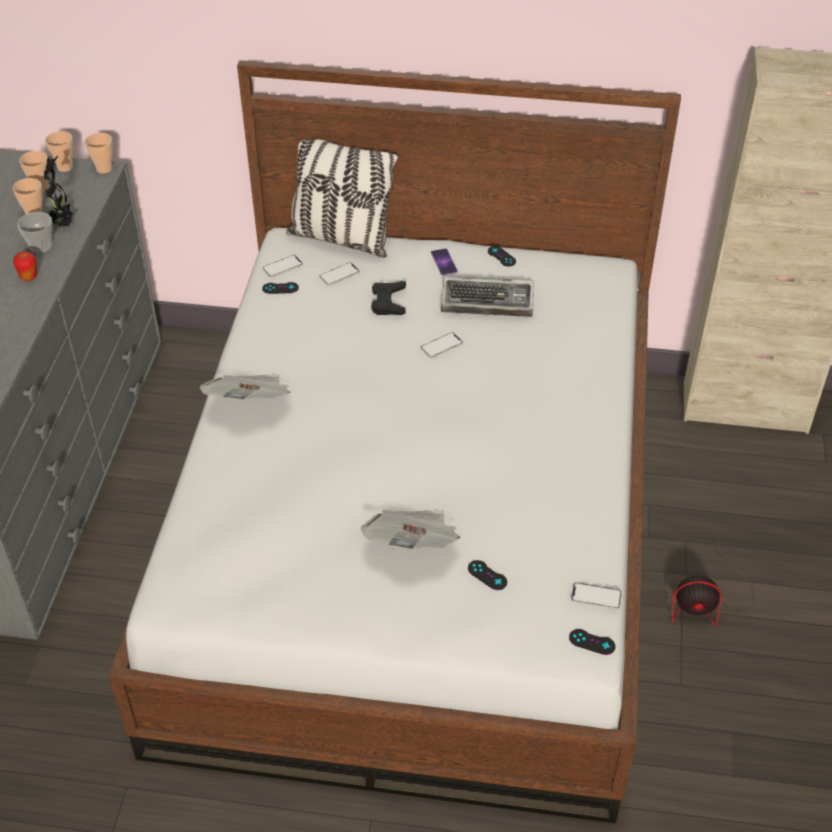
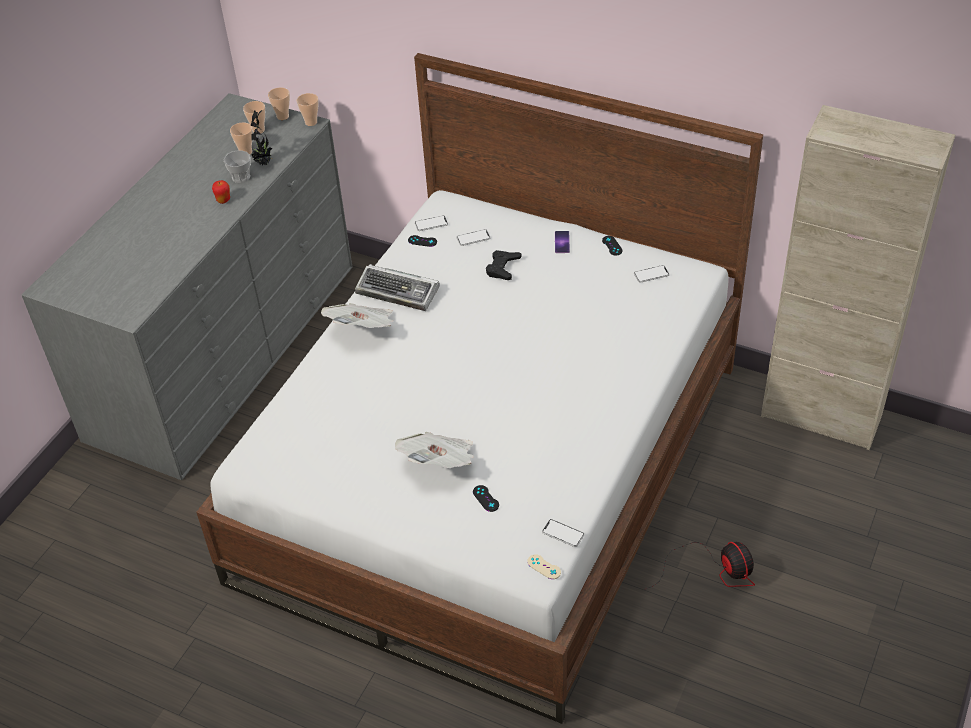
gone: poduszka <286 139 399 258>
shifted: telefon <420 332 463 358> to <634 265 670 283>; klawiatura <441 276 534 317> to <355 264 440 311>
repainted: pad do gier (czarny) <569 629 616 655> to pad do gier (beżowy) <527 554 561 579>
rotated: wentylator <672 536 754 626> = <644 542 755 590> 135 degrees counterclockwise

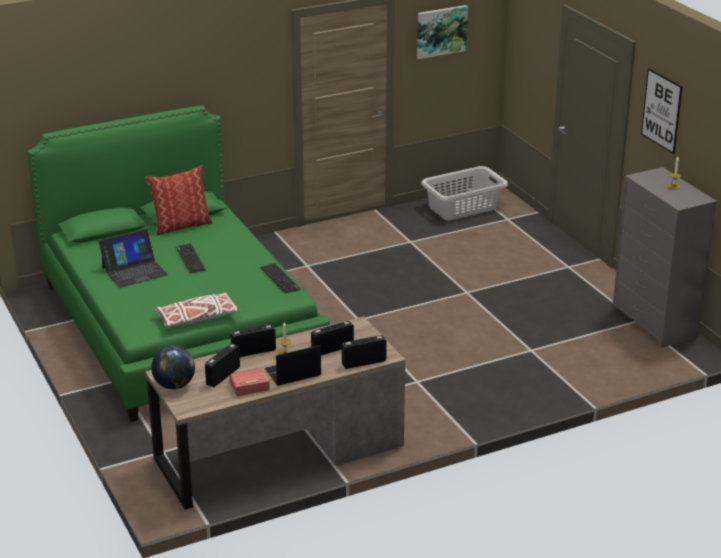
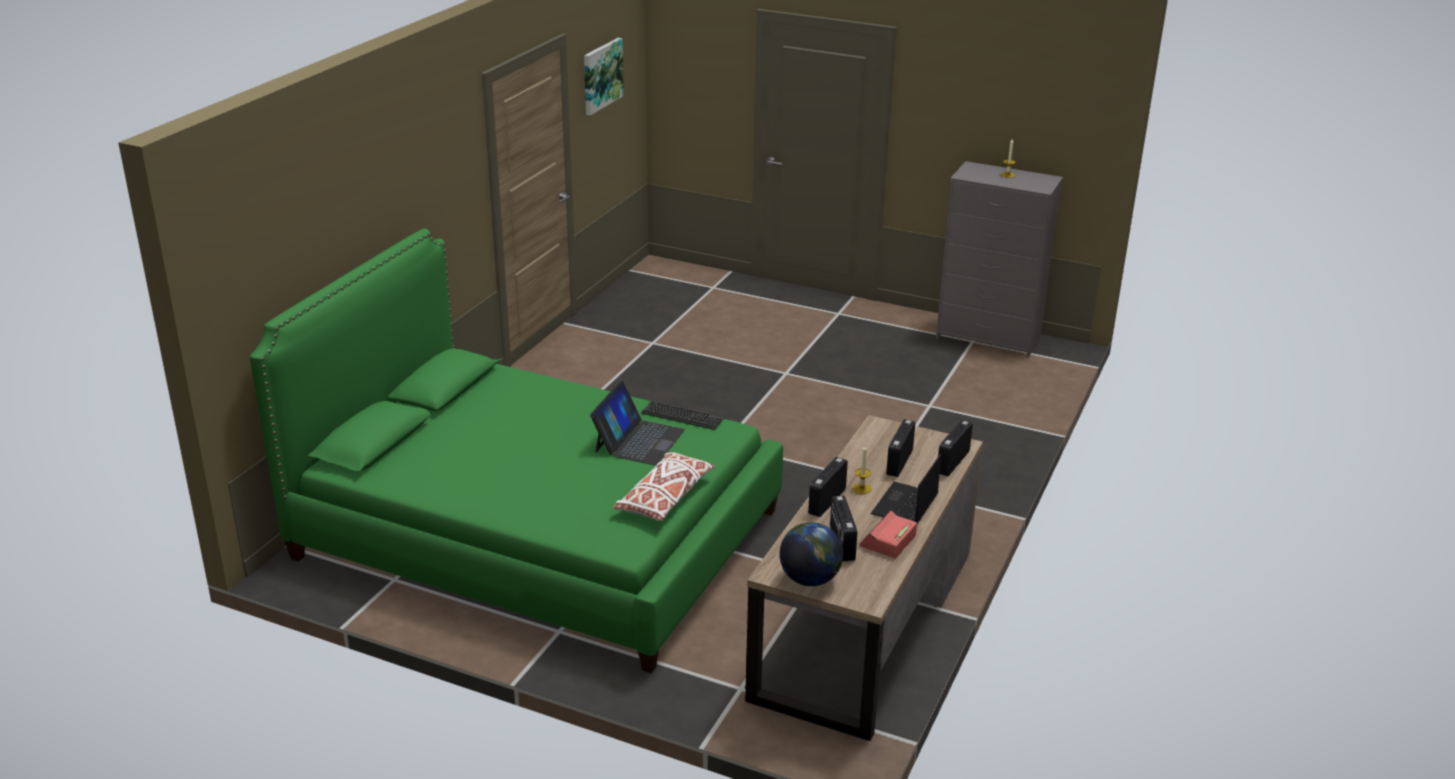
gone: poduszka <145 165 212 236>; klawiatura <176 244 206 273>; kosz na pranie (szary) <421 166 508 220>; obraz <641 68 682 154>
shifted: laptop <99 229 168 288> to <590 380 685 466>

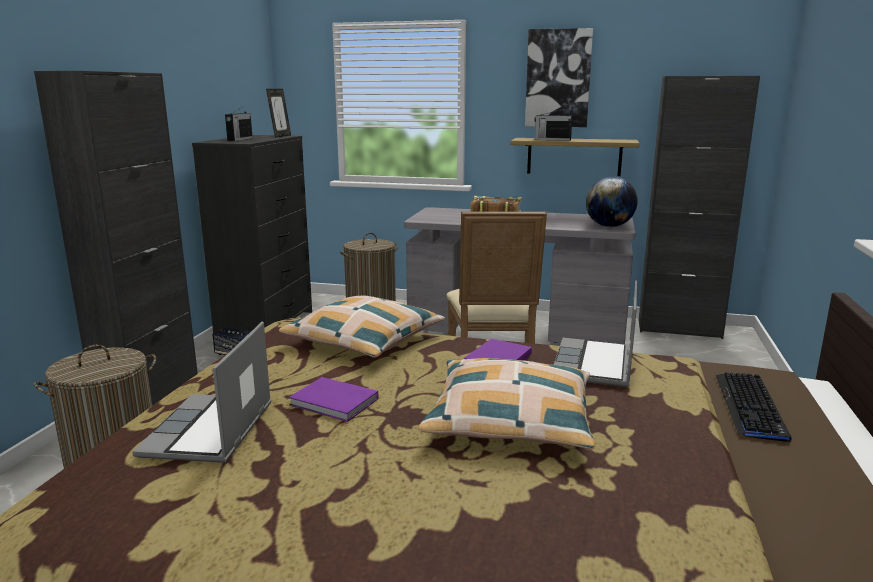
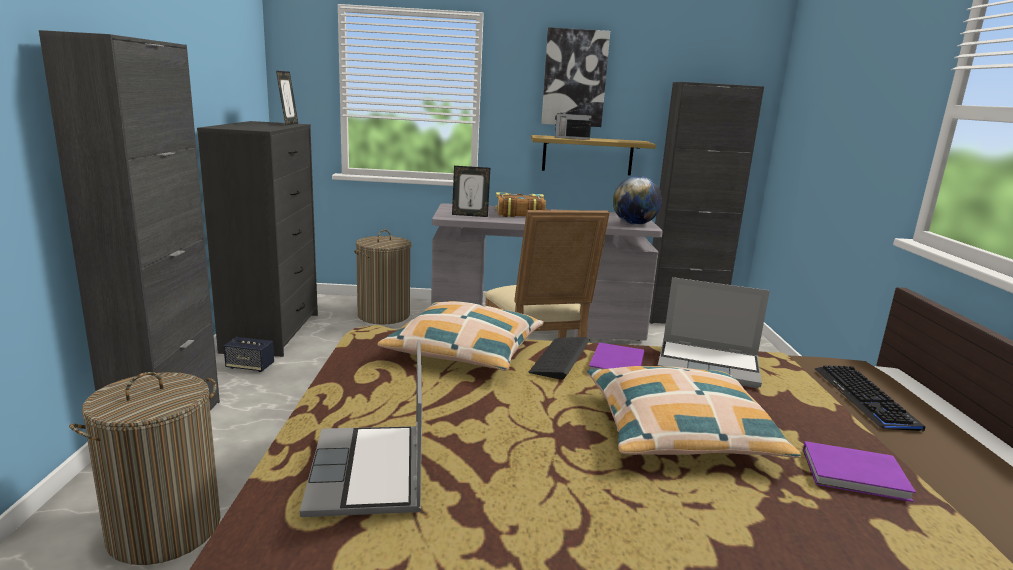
gone: radio <225 107 253 141>
new: ramka na zdjęcie <452 166 490 217>; klawiatura <529 337 590 380>
shifted: książka (fioletowy) <289 377 378 422> to <803 441 916 502>
rotated: laptop <554 280 638 387> = <658 277 770 388> 75 degrees counterclockwise

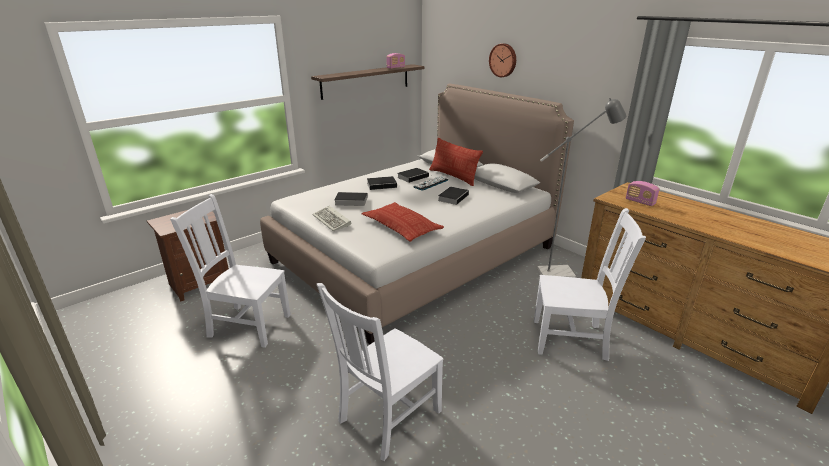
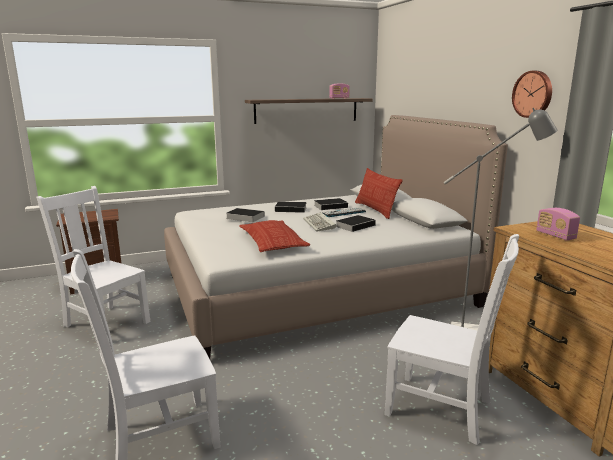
shifted: klawiatura <312 206 351 231> to <303 212 336 232>; zegar ścienny <489 44 516 77> to <512 71 552 118>

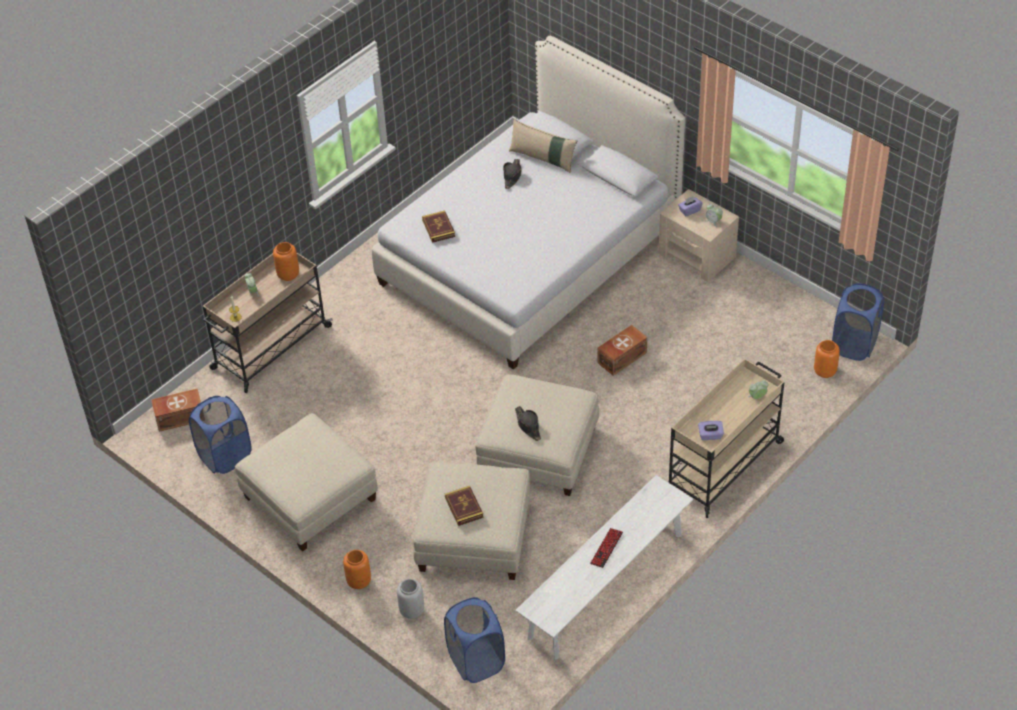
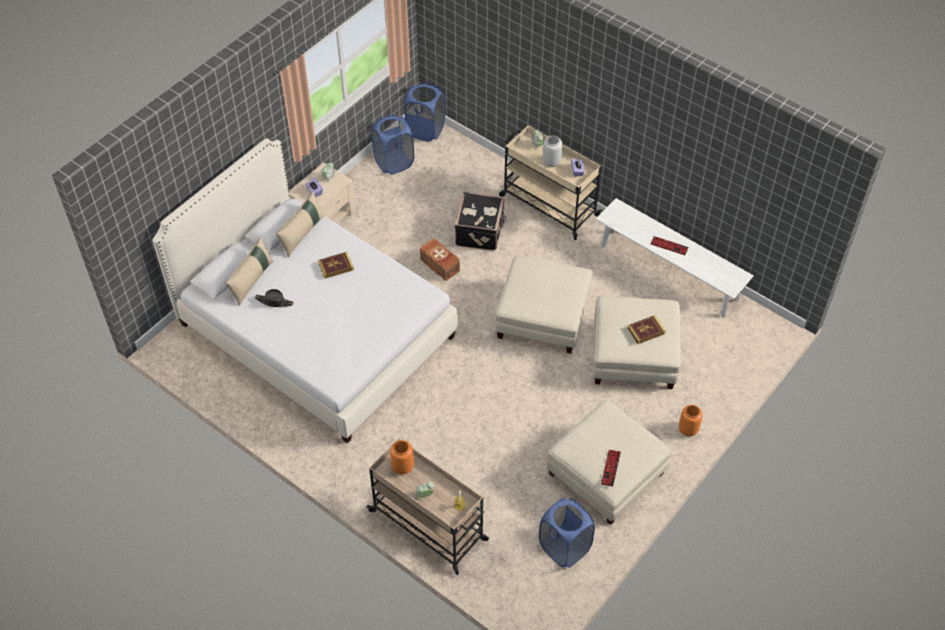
gone: pojemnik do przechowywania (brązowy) <151 388 201 432>; kapelusz (czarny) <515 406 541 441>; wazon (pomarańczowy) <814 340 840 378>
new: poduszka (beżowy) <276 192 324 257>; walizka (czarny) <455 192 506 251>; klawiatura <601 450 621 487>
shifted: wazon (szary) <397 579 424 619> to <542 136 562 167>; książka <422 211 455 243> to <318 252 354 279>; kosz na pranie (niebieski) <444 597 505 683> to <371 115 414 175>

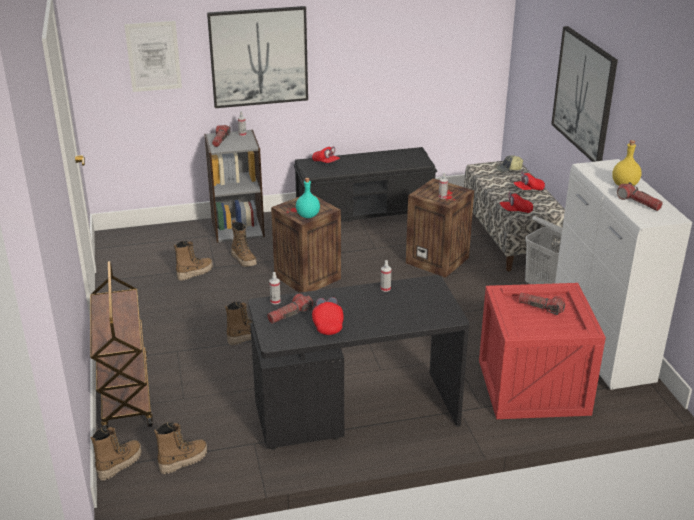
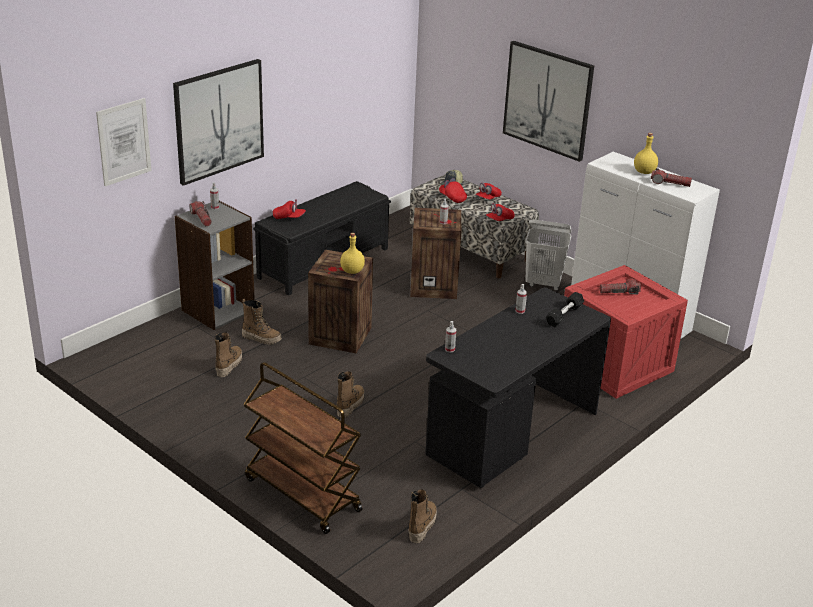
gone: but z cholewką <90 427 142 480>; latarka <267 293 313 324>
new: hantel (czarny) <546 292 584 327>
shifted: czapka z daszkiem (czerwony) <312 297 344 335> to <439 178 467 203>
repainted: butelka (turkusowy) <296 178 320 218> to butelka (żółty) <340 233 365 274>

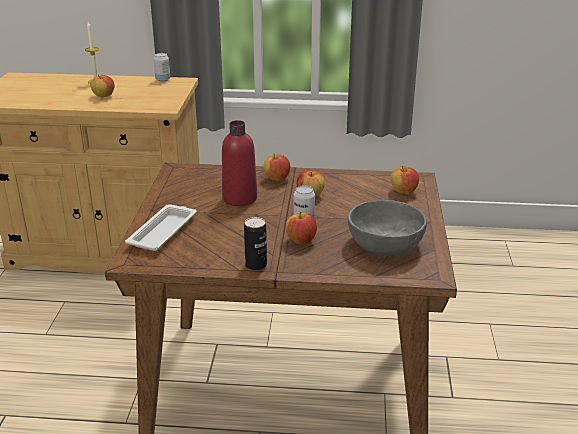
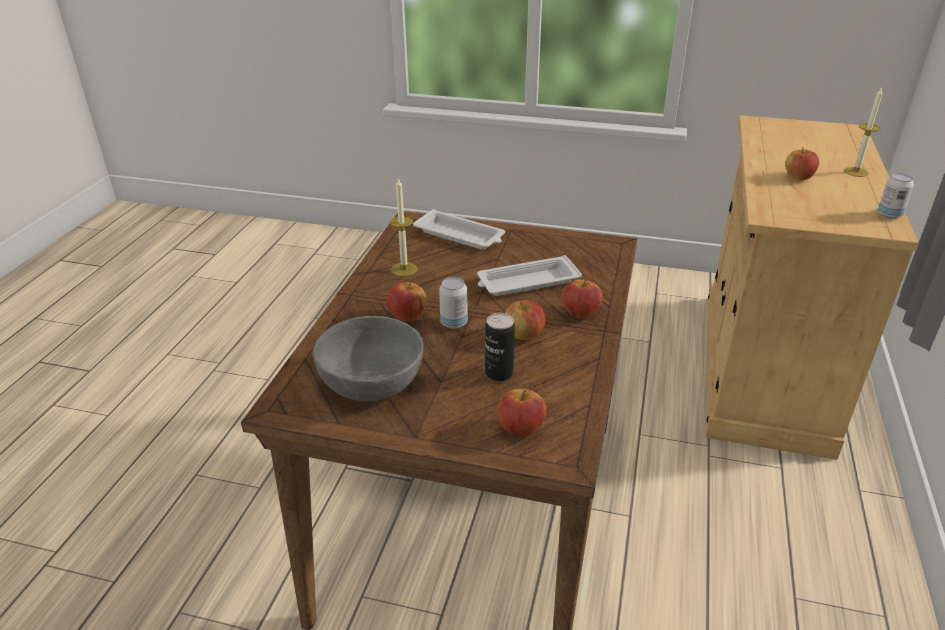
new: świeca <390 177 418 276>
shifted: puszka <244 217 267 271> to <485 313 515 381>
swapped: butelka (czerwony) <222 120 257 206> to taca (biały) <477 255 582 296>

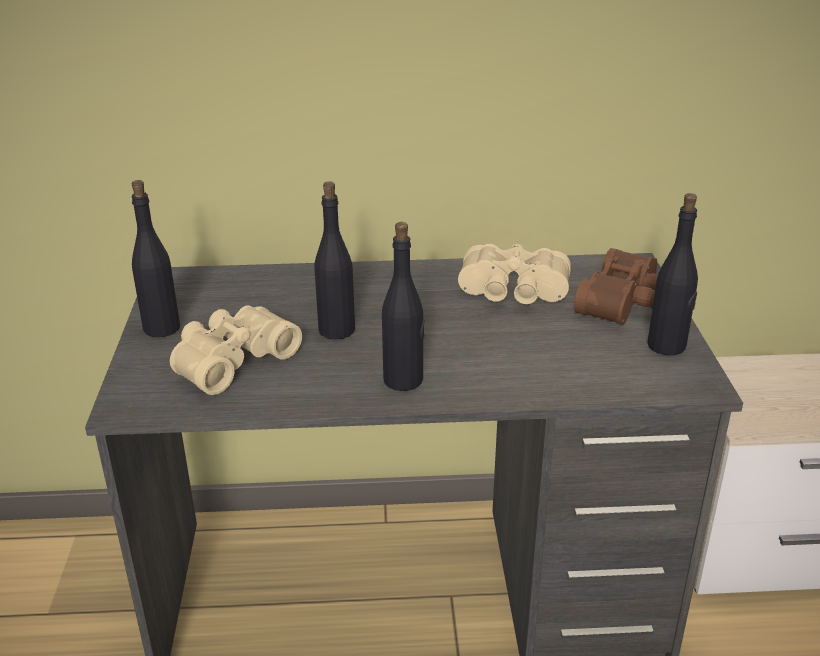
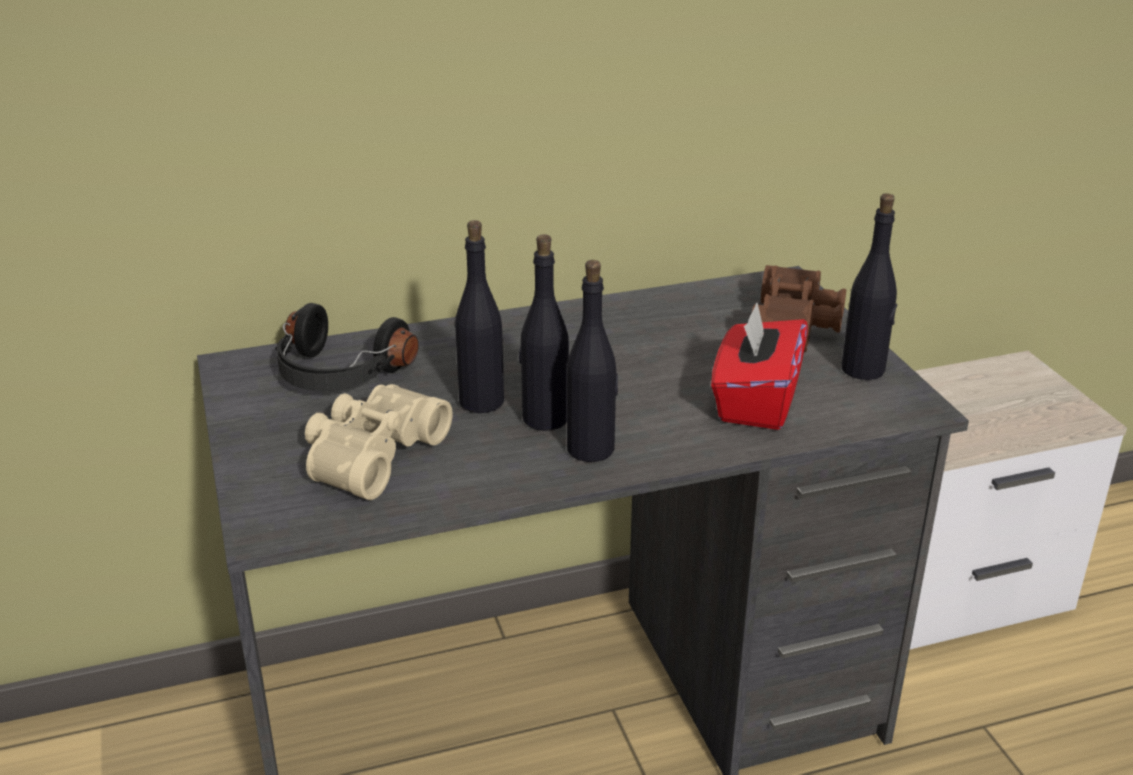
gone: lornetka (beżowy) <458 244 571 304>
new: słuchawki (czarny) <275 303 419 391>; pudełko chusteczek (czerwony) <711 302 808 430>
shifted: butelka (czarny) <132 180 180 337> to <519 234 569 431>

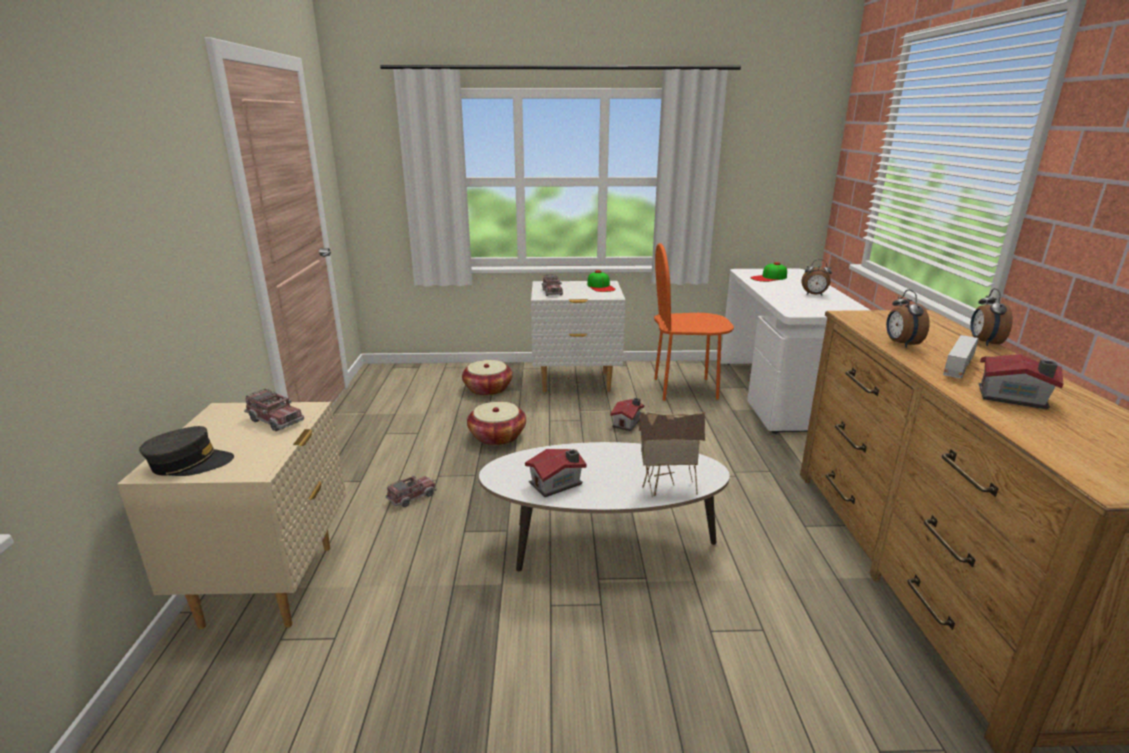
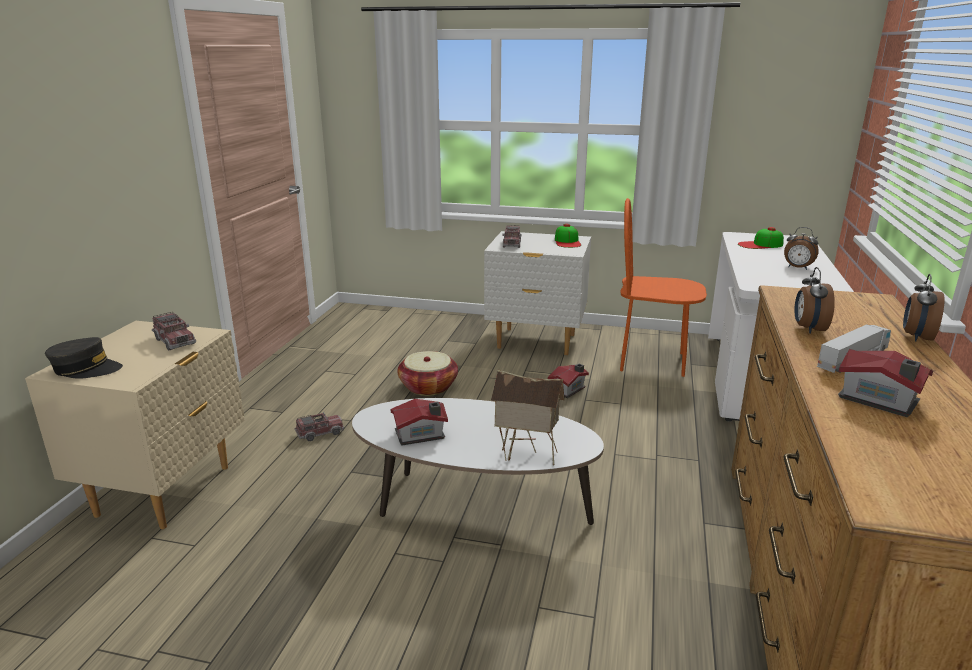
gone: koszyk <462 360 513 396>

